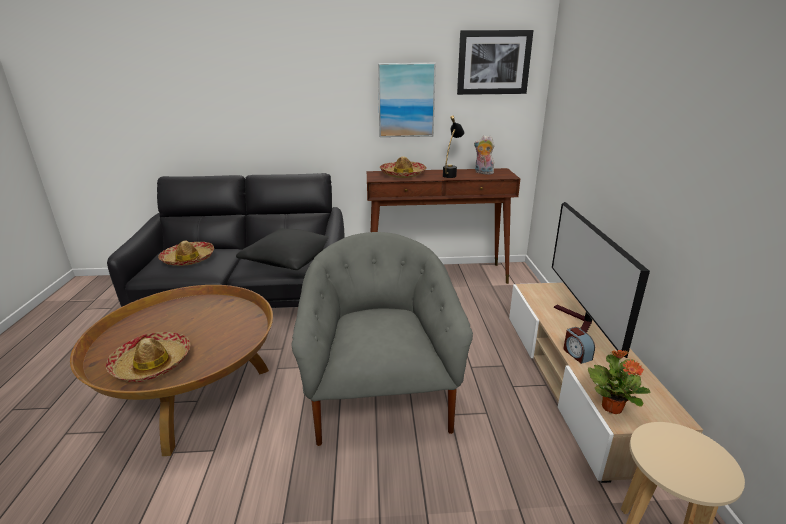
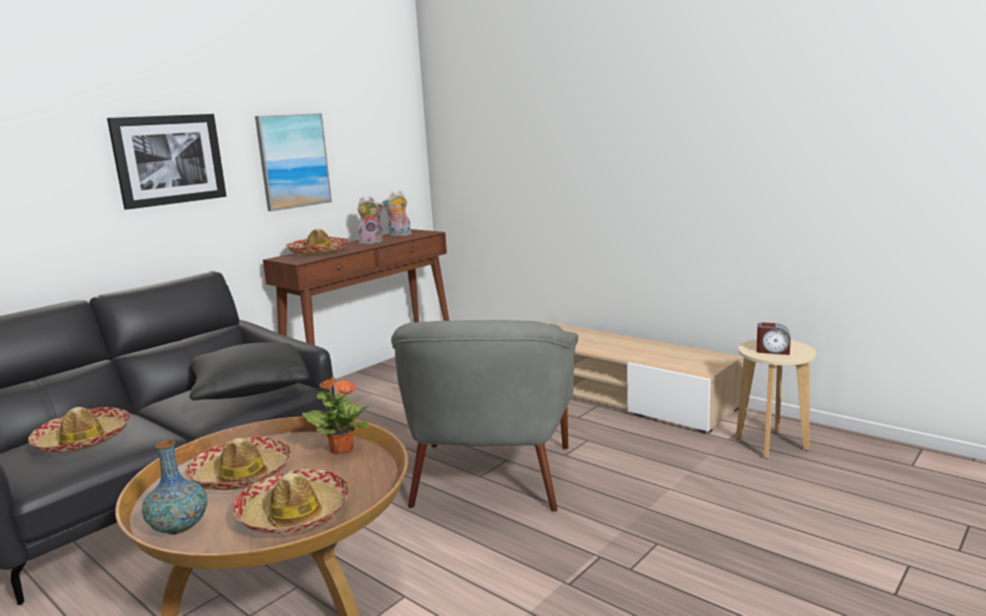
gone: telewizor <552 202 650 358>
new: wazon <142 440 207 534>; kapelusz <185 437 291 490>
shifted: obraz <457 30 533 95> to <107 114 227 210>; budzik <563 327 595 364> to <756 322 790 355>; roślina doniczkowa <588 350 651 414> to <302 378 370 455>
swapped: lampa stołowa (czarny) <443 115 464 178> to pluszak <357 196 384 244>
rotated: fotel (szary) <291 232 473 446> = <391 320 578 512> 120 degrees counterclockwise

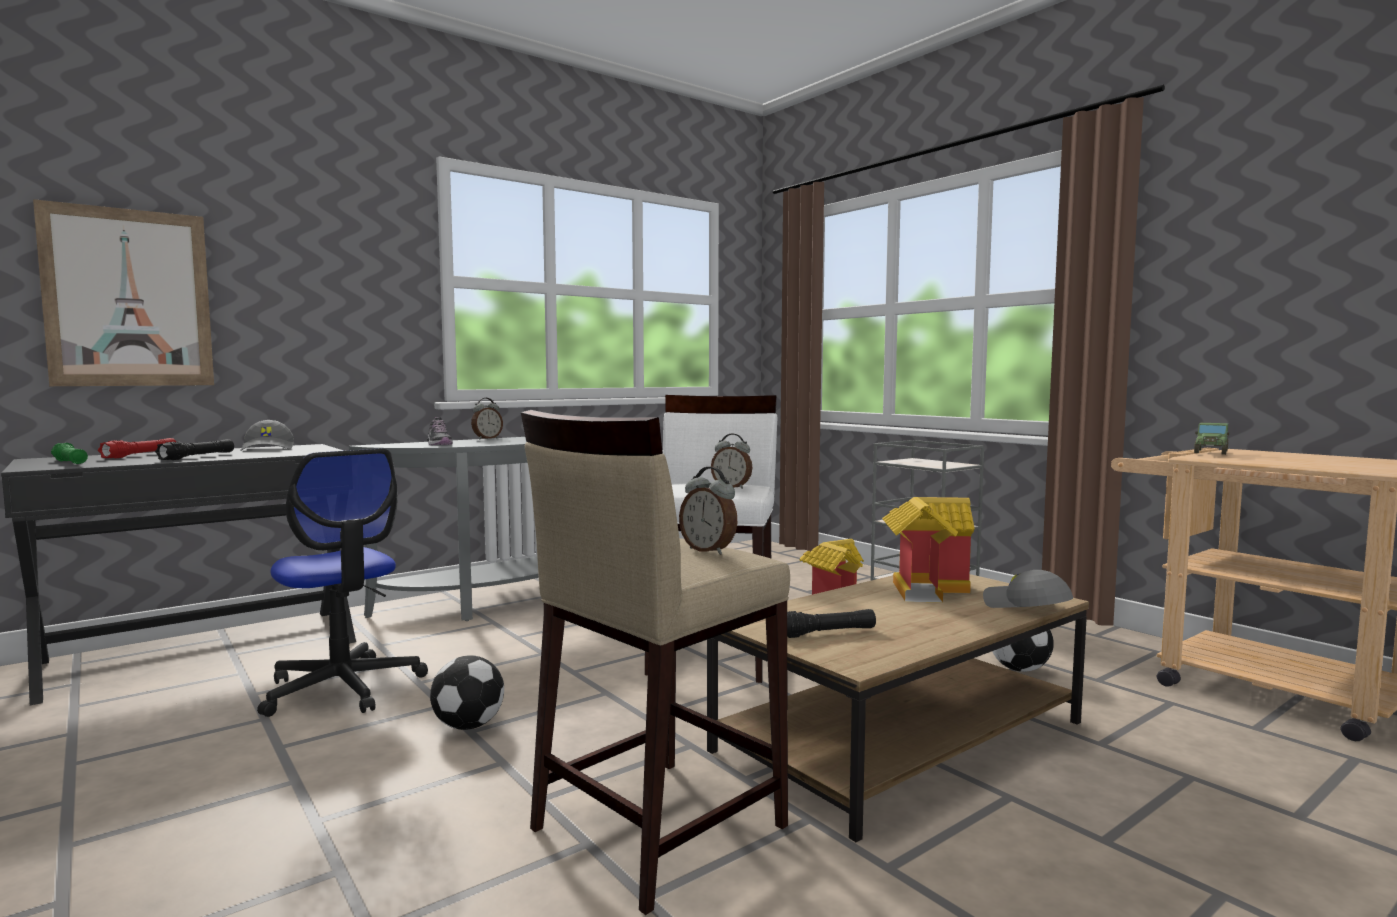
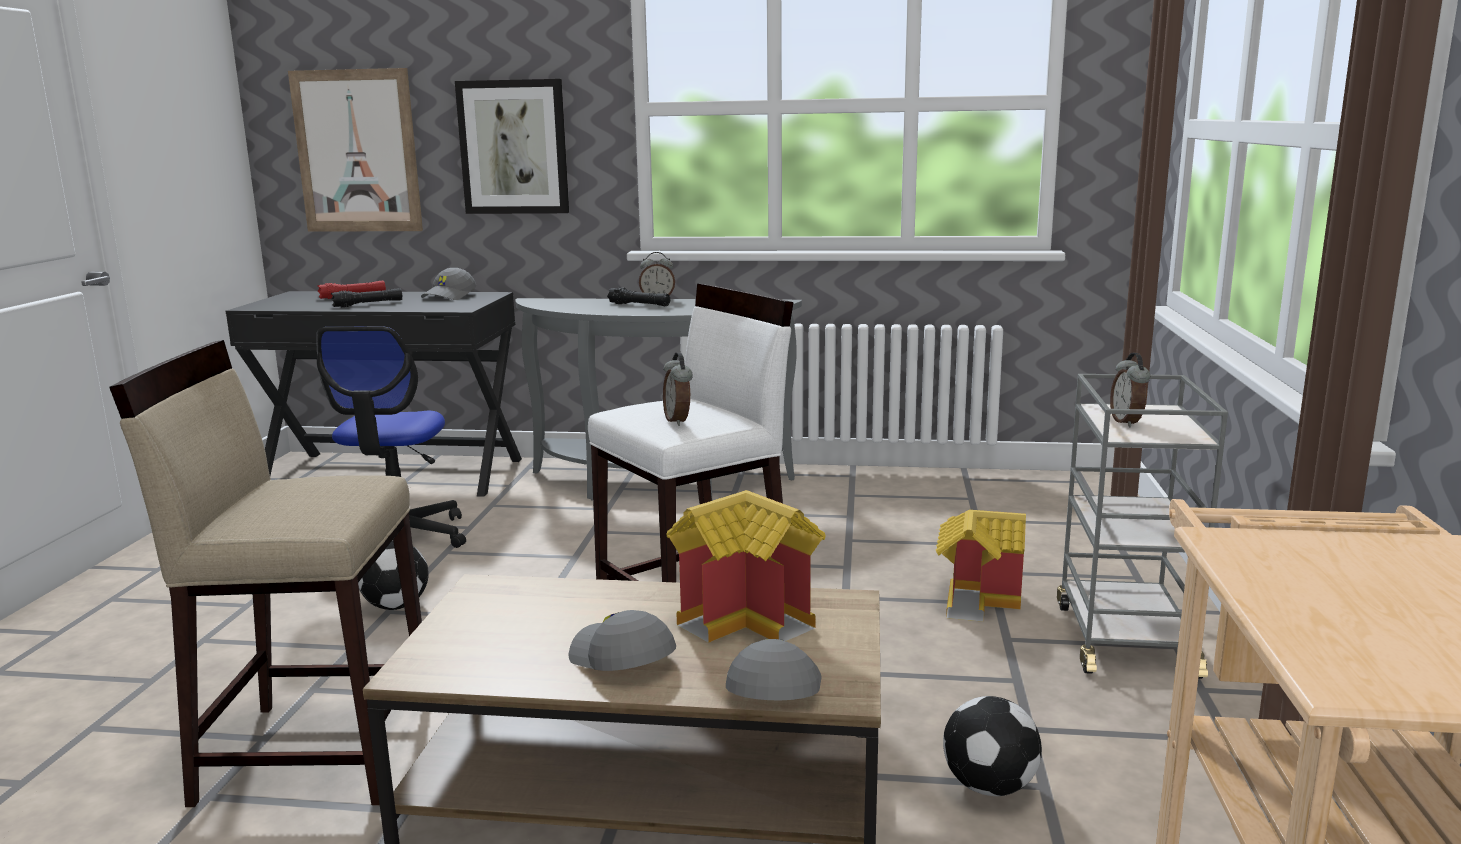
gone: latarka (zielony) <51 443 88 464>; but <427 417 453 445>; samochodzik <1194 423 1229 455>
new: obraz <455 79 569 214>; czapka z daszkiem (szary) <569 610 676 671>
shifted: budzik <679 467 737 555> to <1110 353 1150 427>; latarka (czarny) <787 609 876 638> to <607 287 670 306>

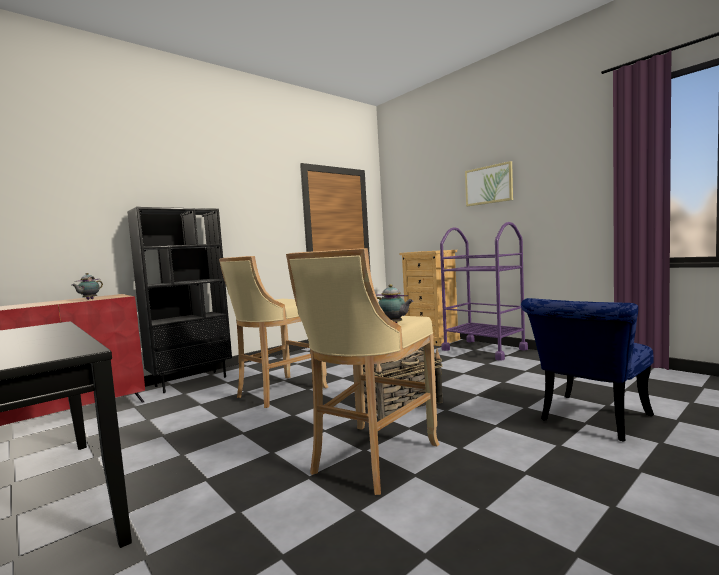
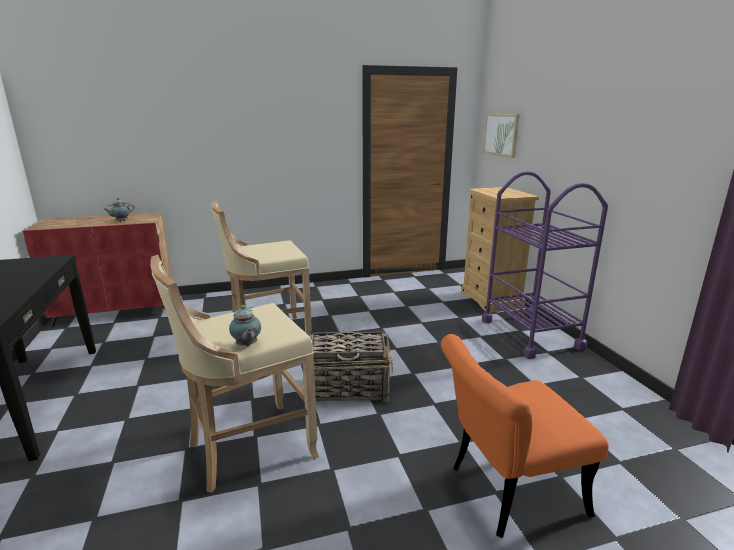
gone: regał (czarny) <127 207 232 393>
shifted: obraz <465 161 513 206> to <483 114 520 158>
repainted: krzesło (niebieski) <521 298 654 442> to krzesło (pomarańczowy) <441 334 609 538>

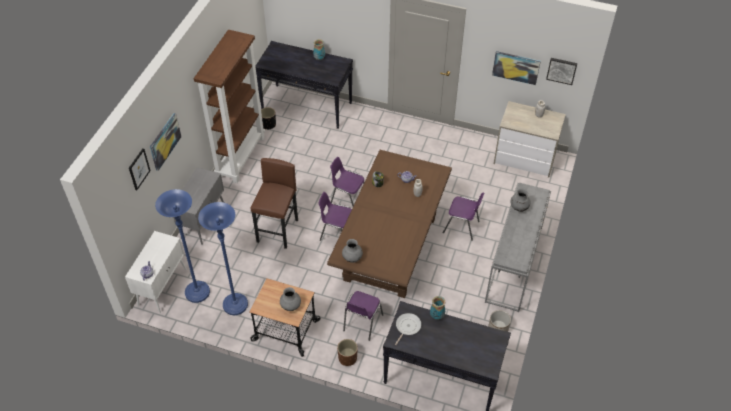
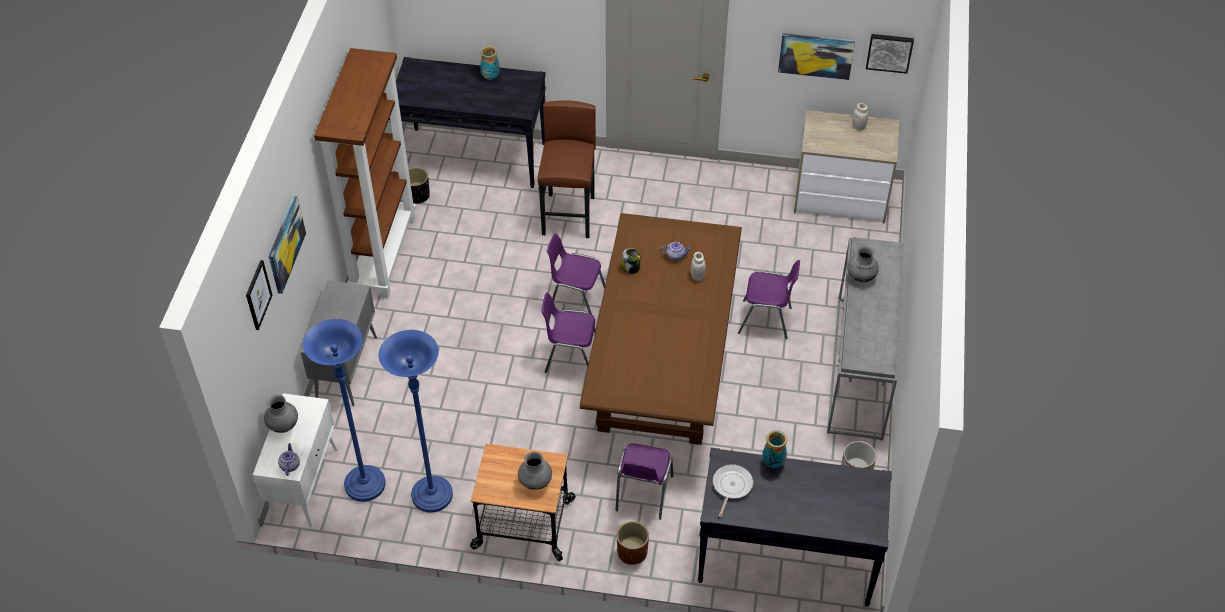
shifted: stołek (brązowy) <250 158 298 249> to <538 100 596 238>; wazon (szary) <342 239 363 263> to <264 395 298 433>

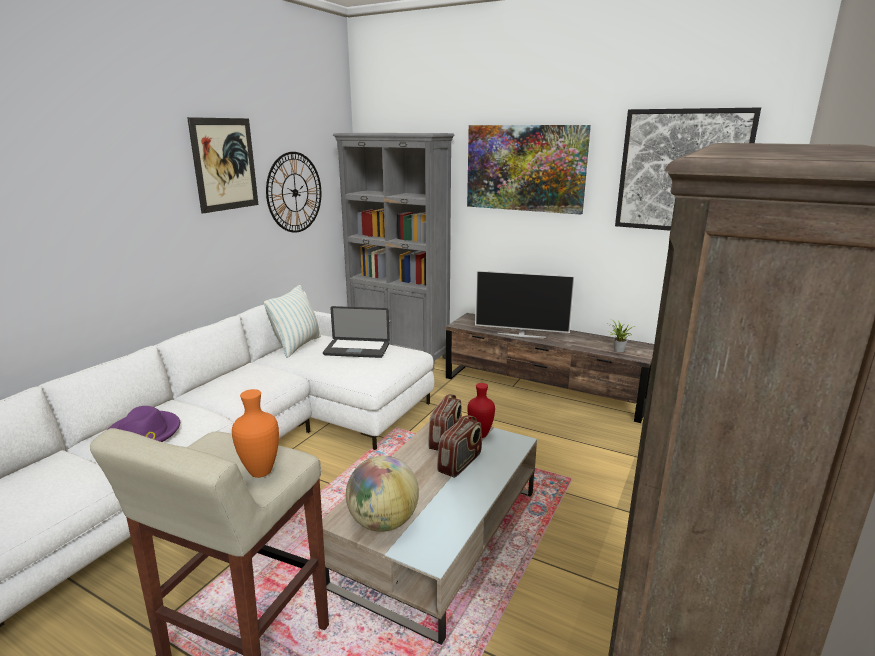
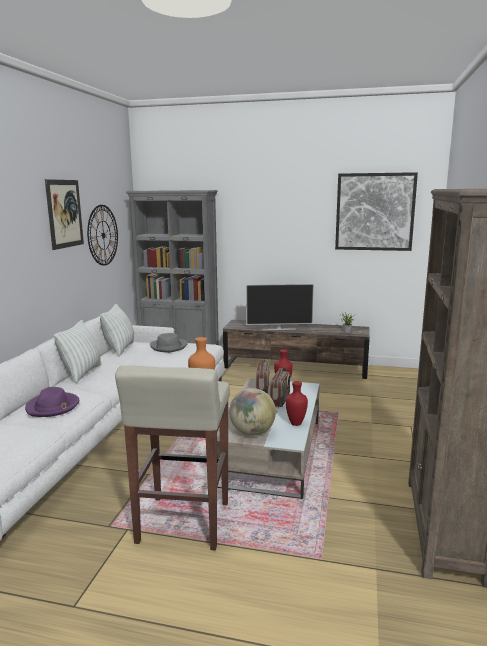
gone: obraz <467 125 591 215>
new: poduszka <54 320 102 384>; wazon (czerwony) <286 381 308 426>
swapped: laptop <323 306 390 358> to kapelusz (szary) <150 333 187 353>

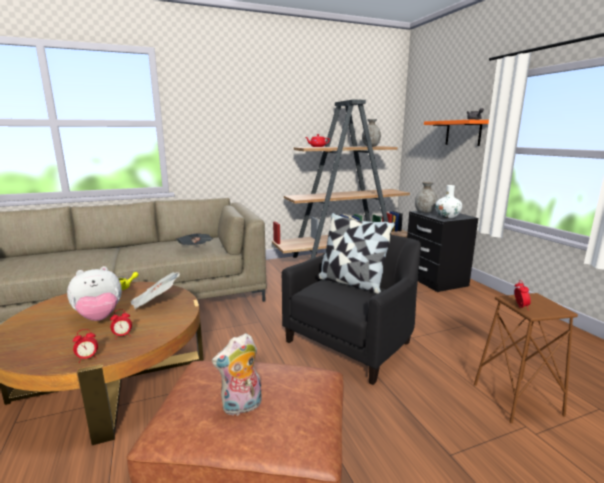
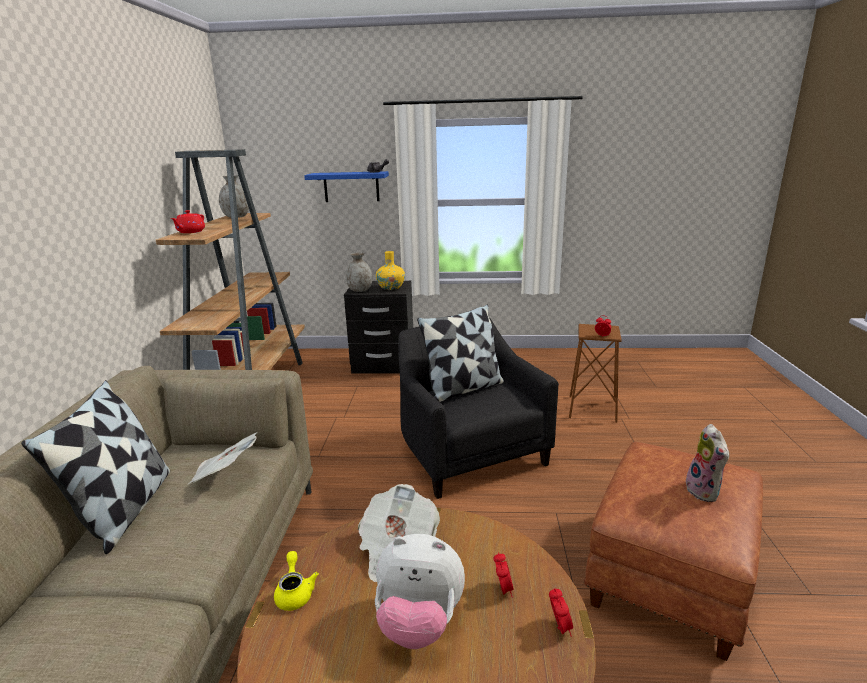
new: poduszka <21 380 170 554>
repainted: półka (pomarańczowy) <424 120 489 146> to półka (niebieski) <304 171 389 202>; wazon (biały) <435 185 462 218> to wazon (żółty) <376 251 405 290>
rotated: pluszak <67 266 122 321> = <375 534 465 649> 105 degrees clockwise

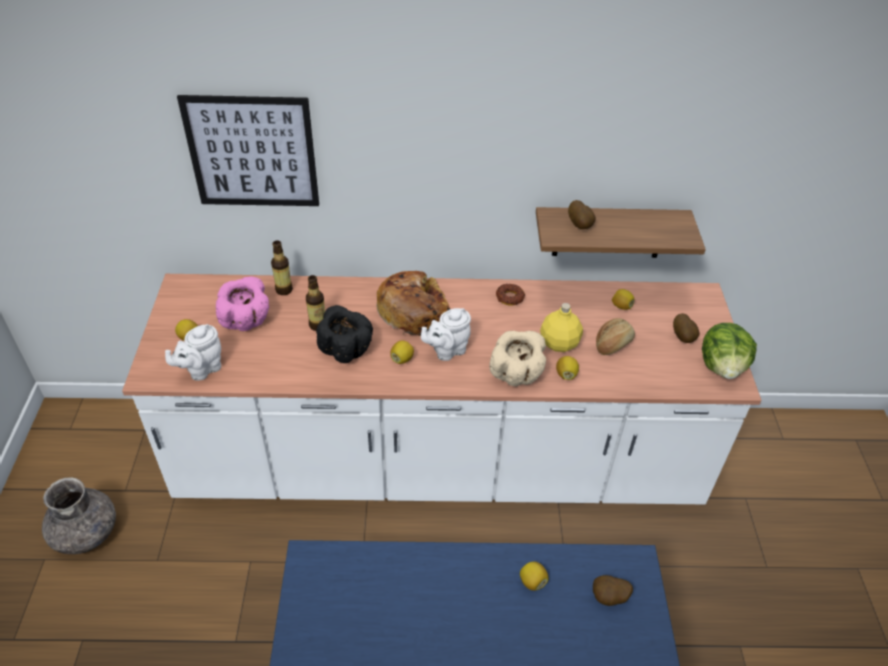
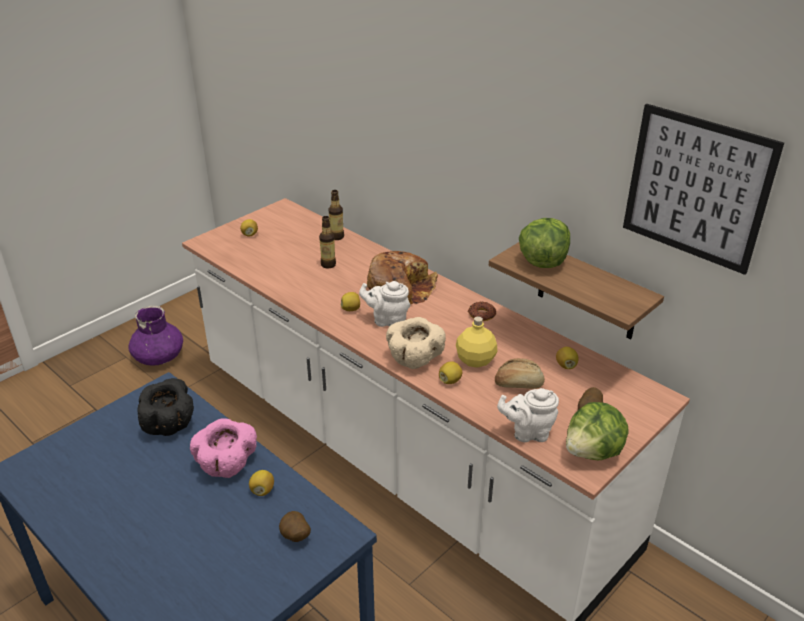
shifted: imbryk (biały) <165 324 221 381> to <497 388 559 442>; obraz <177 95 319 206> to <623 104 784 275>; miska (różowy) <216 276 269 331> to <190 418 257 478>; miska (czarny) <316 305 373 363> to <137 378 194 436>
swapped: ziemniak <568 200 596 229> to sałata <519 218 570 268>
repainted: wazon (szary) <42 477 116 554> to wazon (fioletowy) <128 306 183 366>

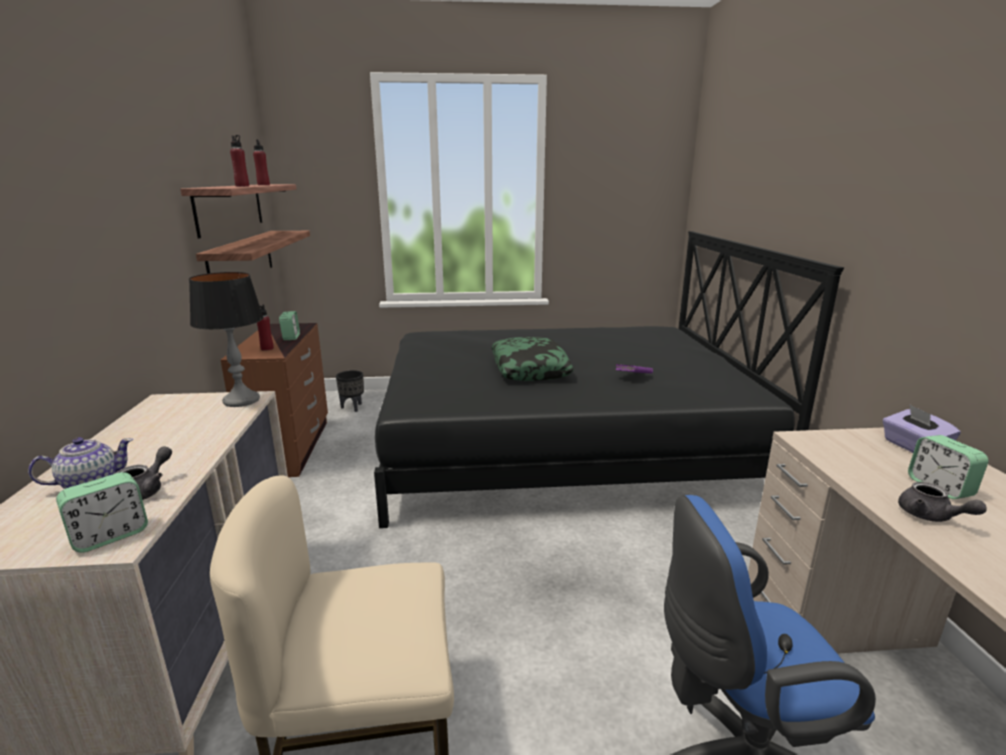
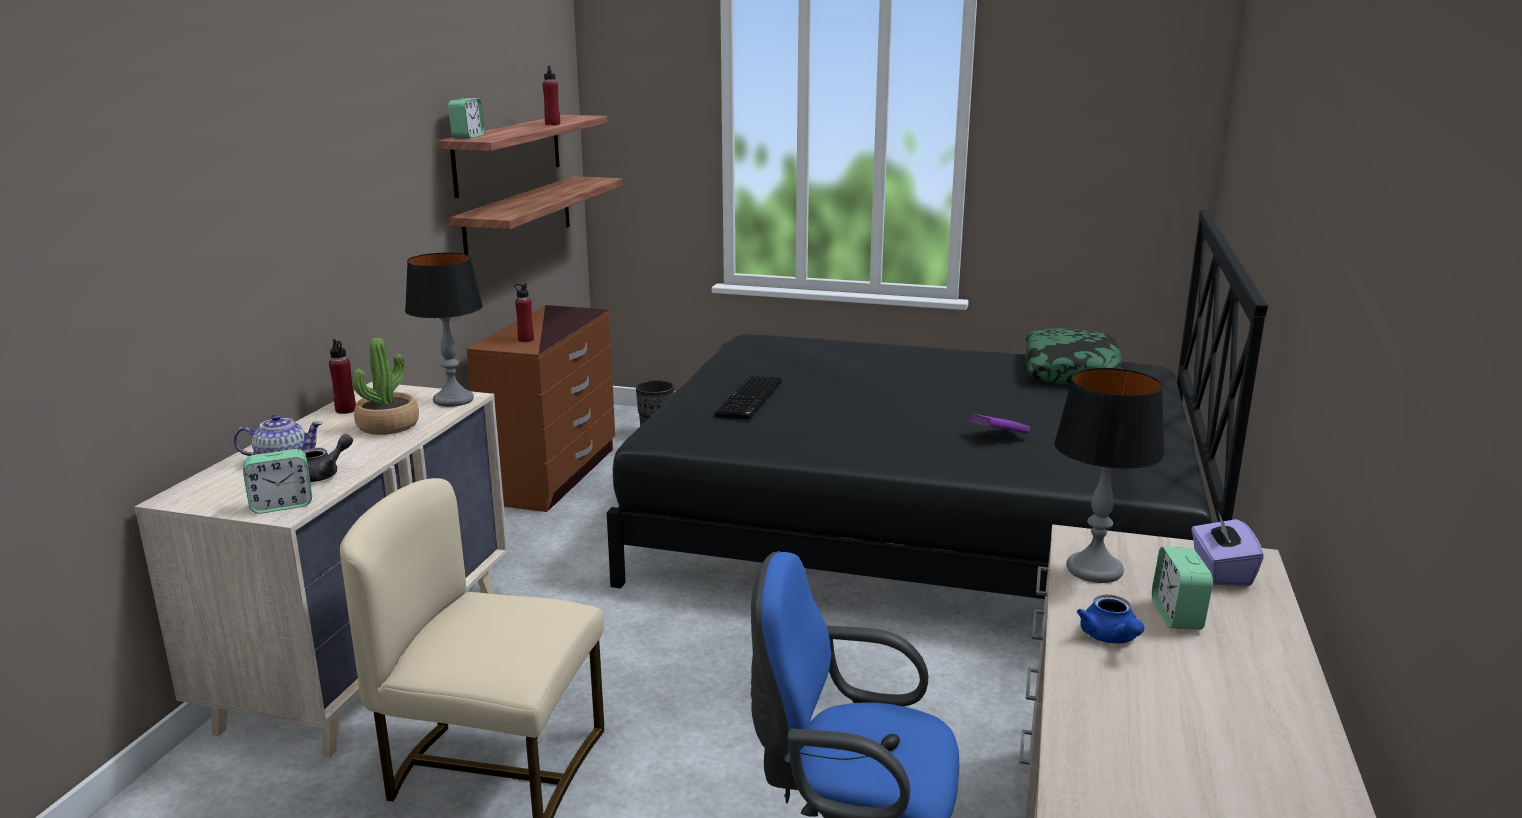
new: roślina doniczkowa <353 338 419 435>; klawiatura <714 376 782 419>; lampa stołowa <1054 368 1165 583>
shifted: butelka (czerwony) <230 135 249 187> to <329 339 356 414>; budzik <279 311 300 340> to <448 98 485 139>; poduszka <492 337 574 381> to <1026 328 1123 384>
repainted: imbryk (szary) <898 482 987 522> to imbryk (niebieski) <1077 595 1144 644>

